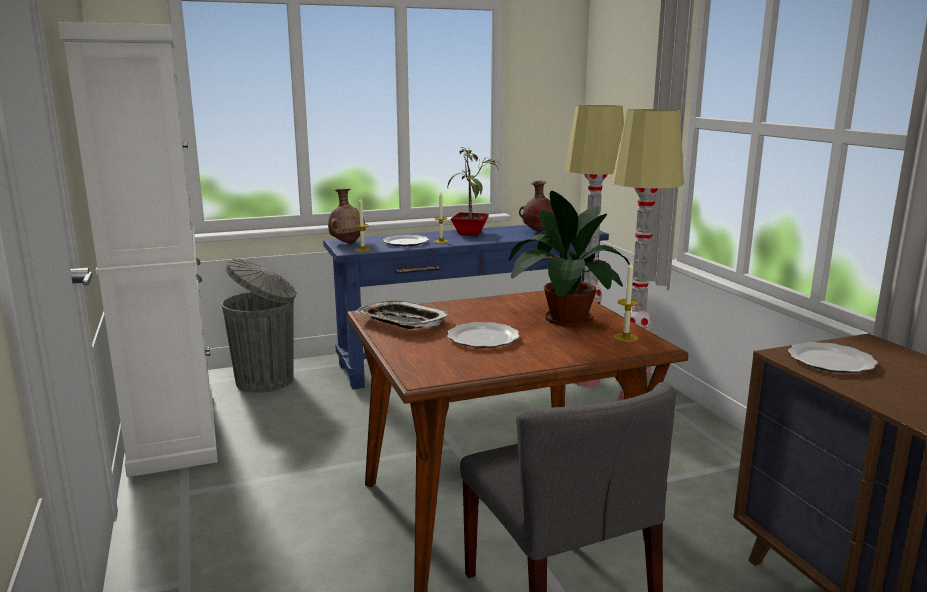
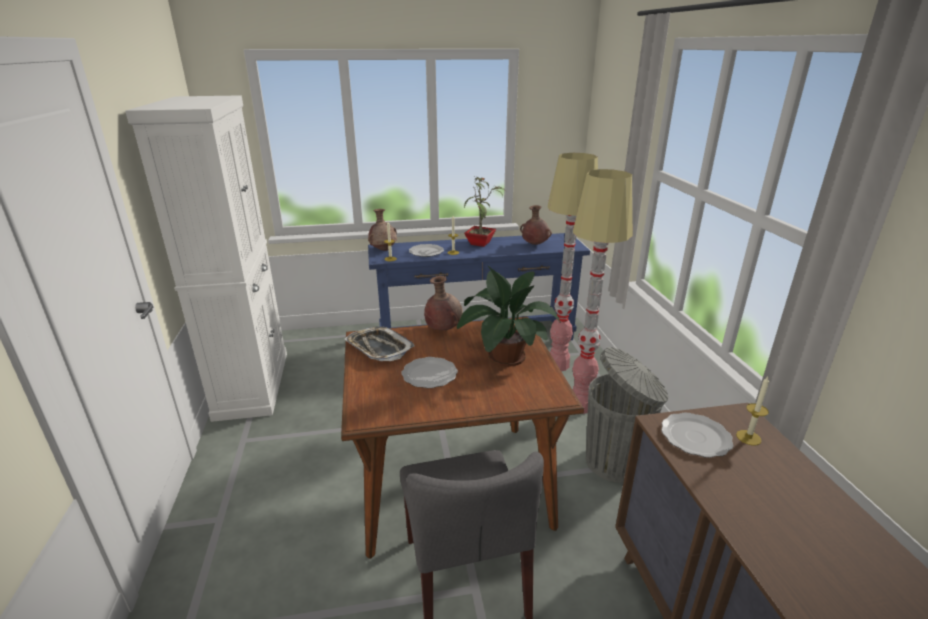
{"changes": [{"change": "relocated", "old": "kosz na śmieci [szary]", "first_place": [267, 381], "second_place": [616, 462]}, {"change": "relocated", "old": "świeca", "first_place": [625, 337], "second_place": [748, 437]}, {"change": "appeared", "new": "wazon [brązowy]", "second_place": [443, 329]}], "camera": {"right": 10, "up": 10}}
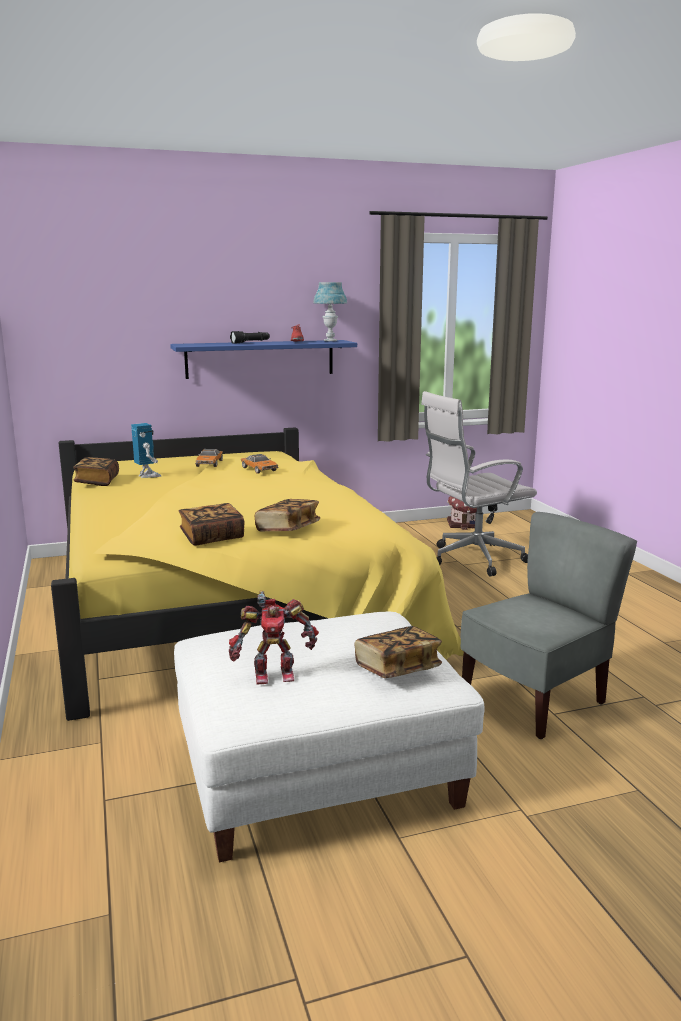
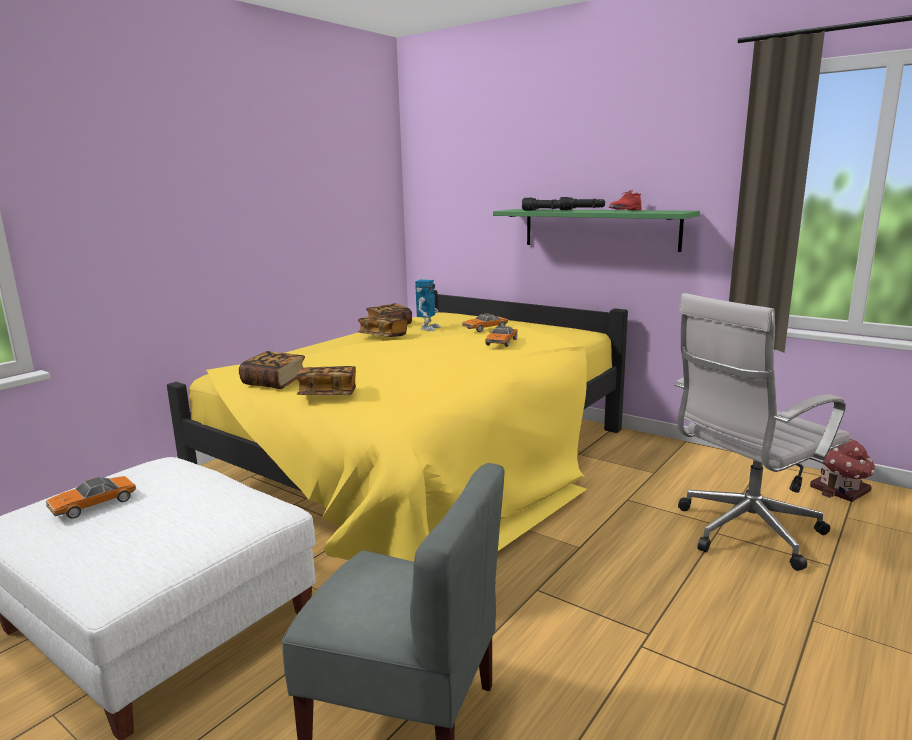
{"changes": [{"change": "missing", "old": "lampa stołowa [niebieski]", "first_place": [330, 341]}, {"change": "colour", "old": "półka [niebieski]", "new": "półka [zielony]", "first_place": [260, 359], "second_place": [599, 229]}, {"change": "spun", "old": "krzesło biurowe [biały]", "first_place": [472, 559], "second_place": [743, 533], "degrees": -60}, {"change": "exchanged", "old": "robot zabawkowy", "new": "samochodzik", "first_place": [273, 674], "second_place": [93, 504]}, {"change": "relocated", "old": "książka", "first_place": [397, 668], "second_place": [383, 336]}, {"change": "appeared", "new": "latarka [czarny]", "second_place": [543, 210]}], "camera": {"right": 55, "up": 0}}
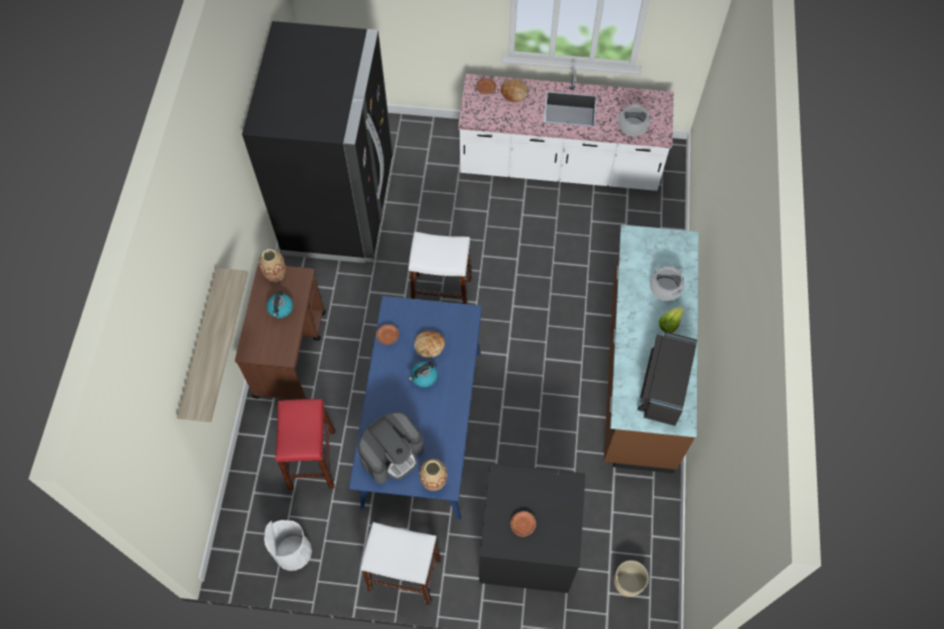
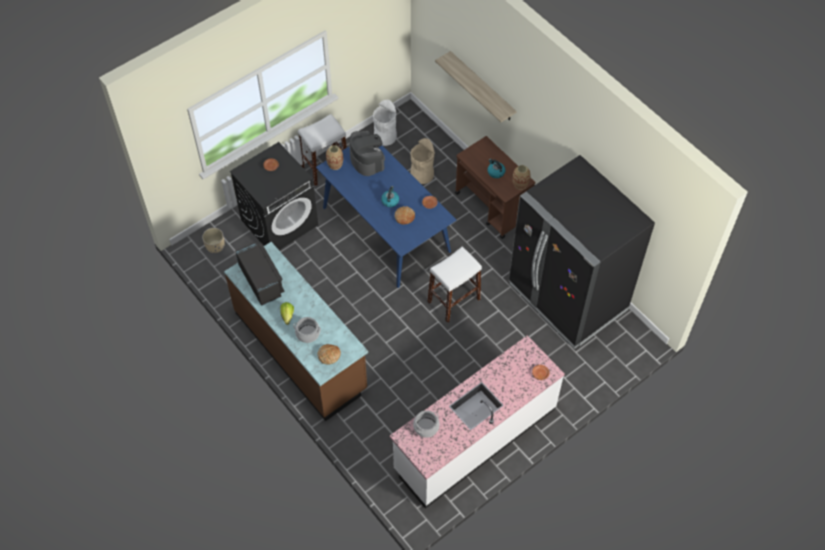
{"changes": [{"change": "relocated", "old": "chleb", "first_place": [514, 92], "second_place": [329, 355]}, {"change": "exchanged", "old": "stołek [czerwony]", "new": "kosz na śmieci [beżowy]", "first_place": [312, 459], "second_place": [422, 174]}, {"change": "spun", "old": "ekspres do kawy", "first_place": [392, 453], "second_place": [367, 159], "degrees": 150}], "camera": {"right": 135, "up": -5}}
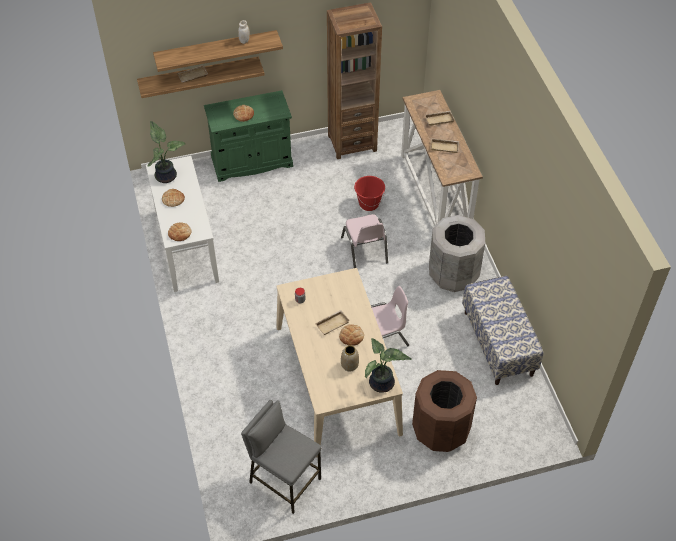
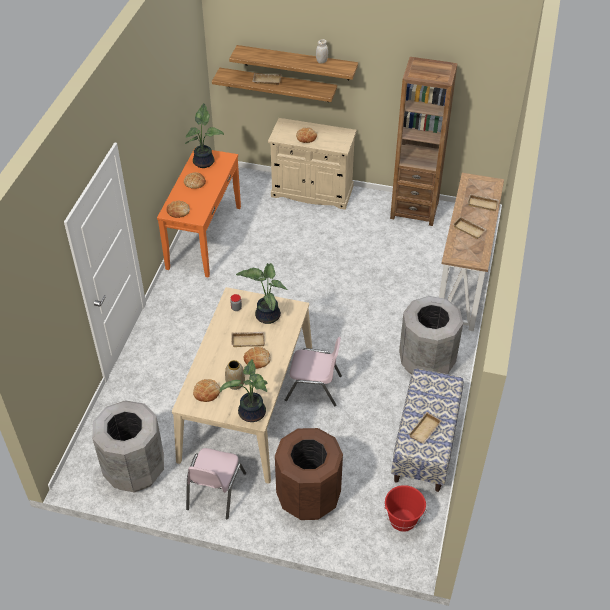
{"changes": [{"change": "colour", "old": "szafka [zielony]", "new": "szafka [beżowy]", "first_place": [252, 161], "second_place": [312, 192]}, {"change": "colour", "old": "stolik konsolowy [biały]", "new": "stolik konsolowy [pomarańczowy]", "first_place": [186, 246], "second_place": [204, 237]}, {"change": "relocated", "old": "wiadro [czerwony]", "first_place": [369, 204], "second_place": [402, 520]}, {"change": "relocated", "old": "krzesło [różowy]", "first_place": [364, 250], "second_place": [215, 491]}, {"change": "exchanged", "old": "stołek [szary]", "new": "kosz na śmieci [szary]", "first_place": [284, 480], "second_place": [134, 469]}, {"change": "appeared", "new": "roślina doniczkowa", "second_place": [266, 315]}, {"change": "appeared", "new": "chleb", "second_place": [206, 392]}, {"change": "appeared", "new": "taca [beżowy]", "second_place": [425, 431]}], "camera": {"right": 30, "up": -5}}
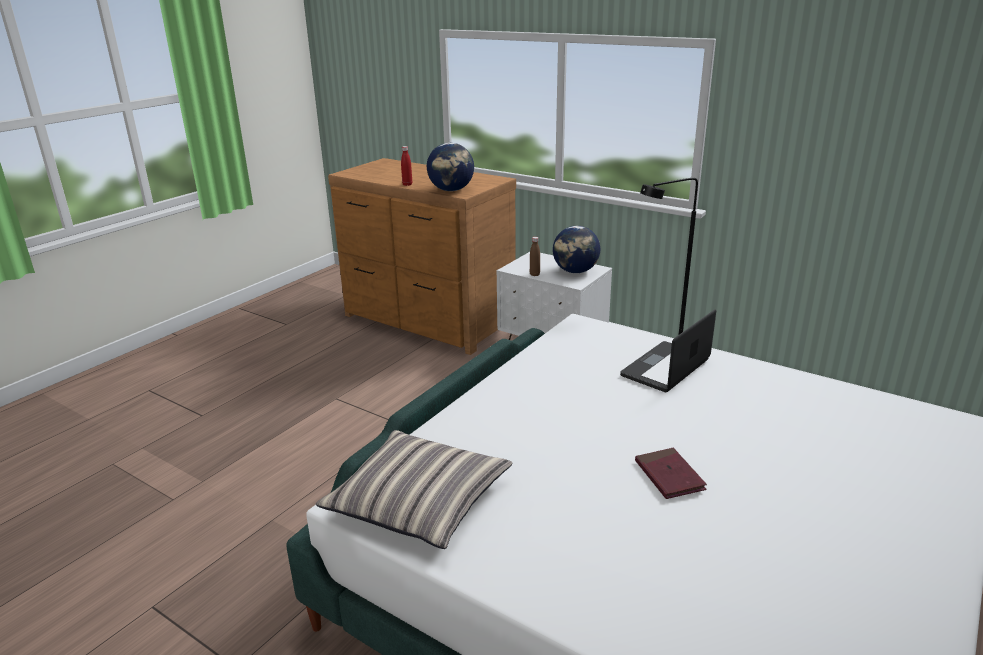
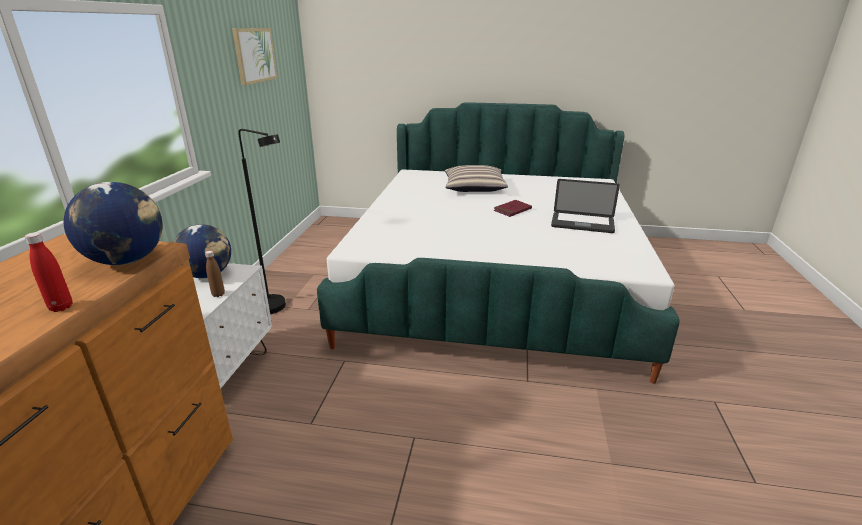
{"changes": [{"change": "relocated", "old": "laptop", "first_place": [665, 368], "second_place": [582, 224]}, {"change": "relocated", "old": "poduszka", "first_place": [419, 501], "second_place": [474, 187]}, {"change": "appeared", "new": "obraz", "second_place": [254, 55]}], "camera": {"right": -115, "up": 0}}
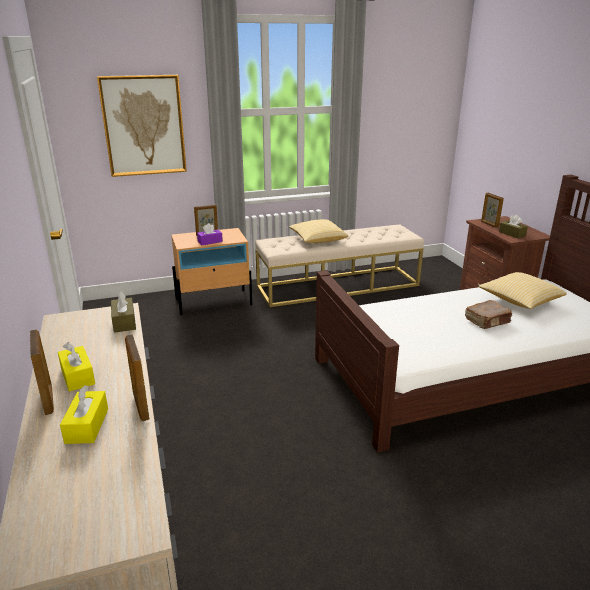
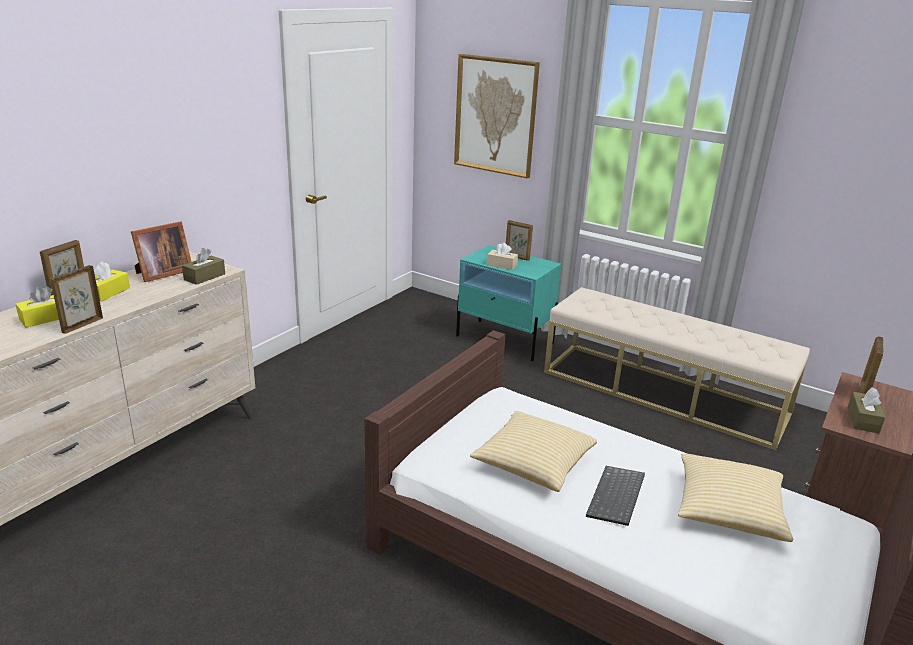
{"changes": [{"change": "relocated", "old": "poduszka", "first_place": [317, 240], "second_place": [533, 464]}, {"change": "colour", "old": "pudełko chusteczek [fioletowy]", "new": "pudełko chusteczek [beżowy]", "first_place": [210, 242], "second_place": [501, 265]}, {"change": "colour", "old": "szafka nocna [beżowy]", "new": "szafka nocna [turkusowy]", "first_place": [214, 302], "second_place": [505, 340]}, {"change": "exchanged", "old": "książka [brązowy]", "new": "klawiatura", "first_place": [487, 321], "second_place": [617, 498]}, {"change": "appeared", "new": "ramka na zdjęcie", "second_place": [162, 273]}], "camera": {"right": 50, "up": 0}}
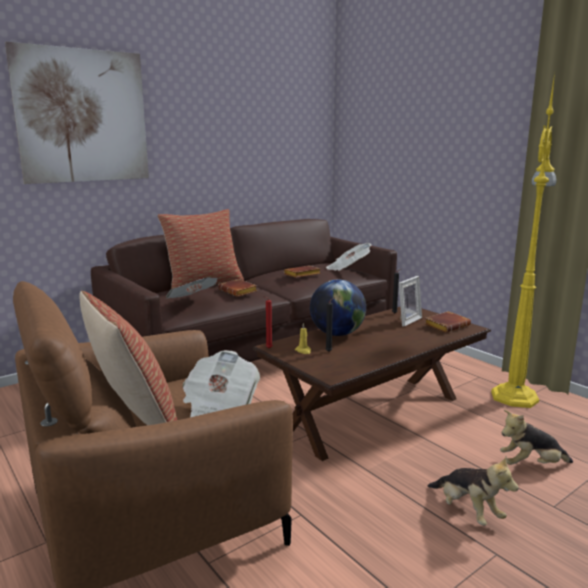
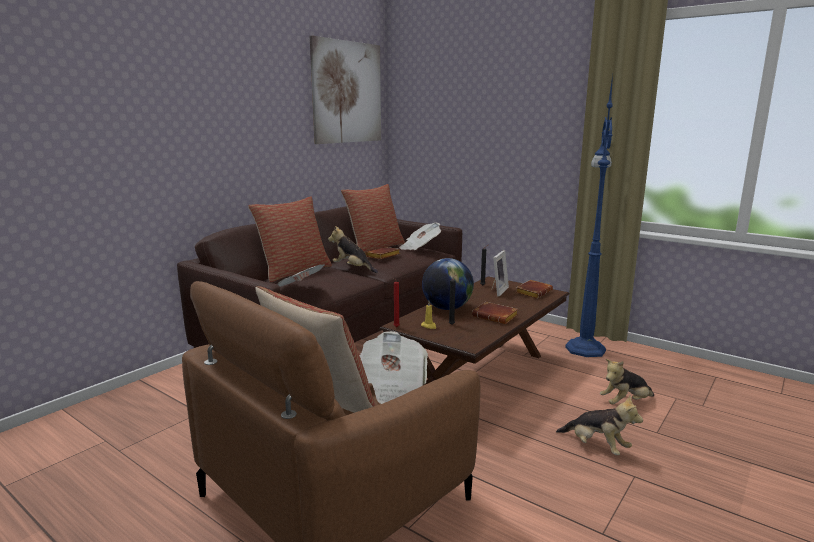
{"changes": [{"change": "relocated", "old": "obraz", "first_place": [83, 116], "second_place": [347, 92]}, {"change": "colour", "old": "lampa stojąca [żółty]", "new": "lampa stojąca [niebieski]", "first_place": [515, 396], "second_place": [585, 348]}, {"change": "relocated", "old": "książka [brązowy]", "first_place": [239, 291], "second_place": [496, 317]}, {"change": "appeared", "new": "poduszka", "second_place": [374, 248]}, {"change": "appeared", "new": "pluszak", "second_place": [352, 268]}], "camera": {"right": -15, "up": 0}}
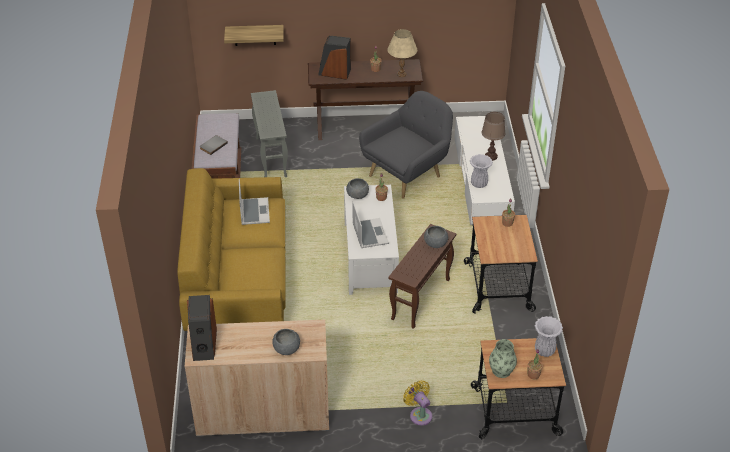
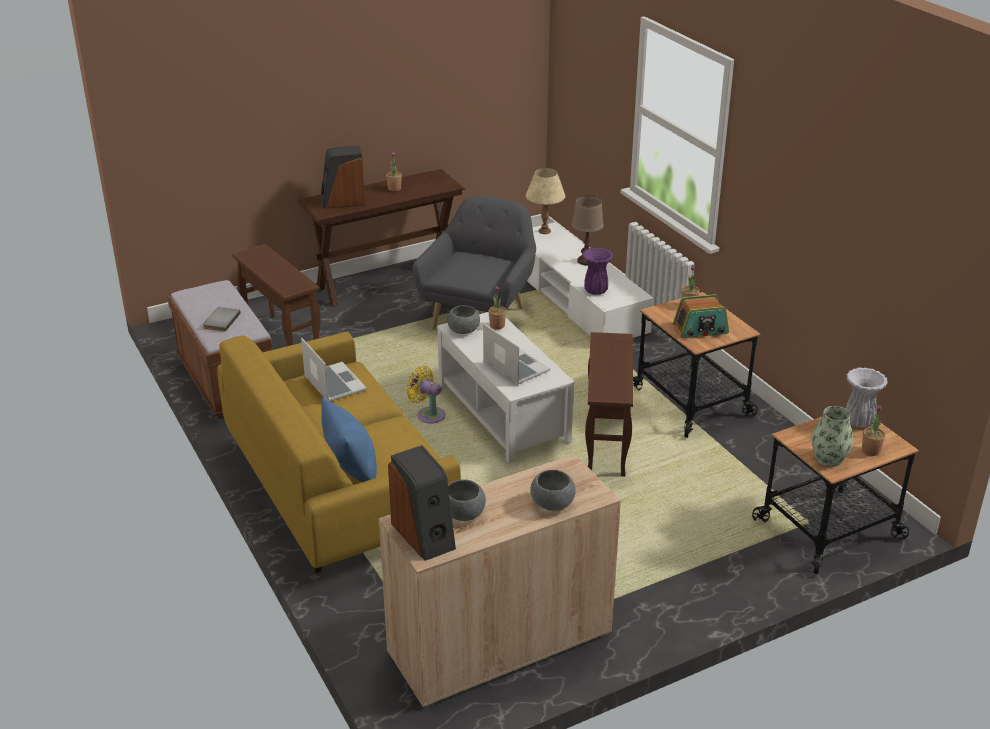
{"changes": [{"change": "missing", "old": "półka", "first_place": [255, 35]}, {"change": "relocated", "old": "lampa stołowa [beżowy]", "first_place": [401, 74], "second_place": [544, 231]}, {"change": "colour", "old": "stolik [szary]", "new": "stolik [brązowy]", "first_place": [271, 157], "second_place": [282, 340]}, {"change": "colour", "old": "wazon [biały]", "new": "wazon [fioletowy]", "first_place": [478, 184], "second_place": [595, 291]}, {"change": "relocated", "old": "miska [szary]", "first_place": [435, 243], "second_place": [463, 514]}, {"change": "relocated", "old": "wentylator [żółty]", "first_place": [419, 414], "second_place": [428, 415]}, {"change": "appeared", "new": "radio", "second_place": [700, 329]}, {"change": "appeared", "new": "poduszka [niebieski]", "second_place": [352, 468]}], "camera": {"right": -25, "up": -10}}
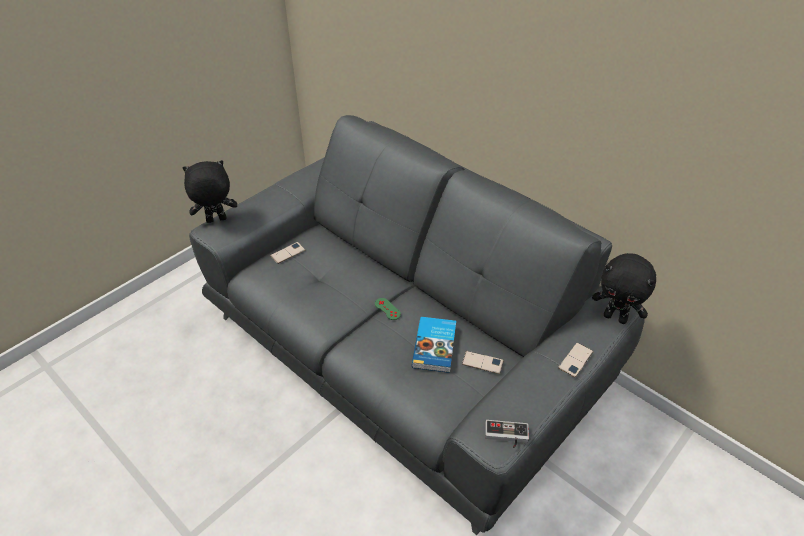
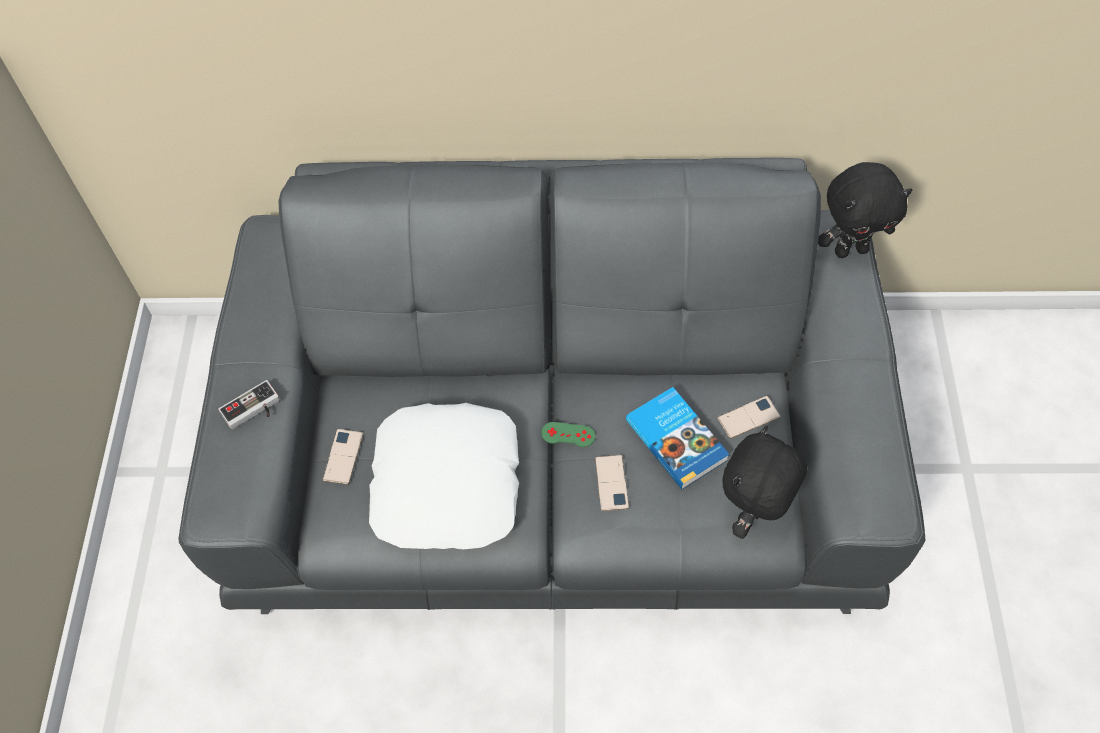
{"changes": [{"change": "relocated", "old": "pluszak [czarny]", "first_place": [216, 220], "second_place": [753, 514]}, {"change": "relocated", "old": "telefon", "first_place": [575, 360], "second_place": [611, 483]}, {"change": "relocated", "old": "pad do gier", "first_place": [506, 436], "second_place": [253, 410]}, {"change": "appeared", "new": "poduszka [biały]", "second_place": [448, 483]}], "camera": {"right": -40, "up": 15}}
